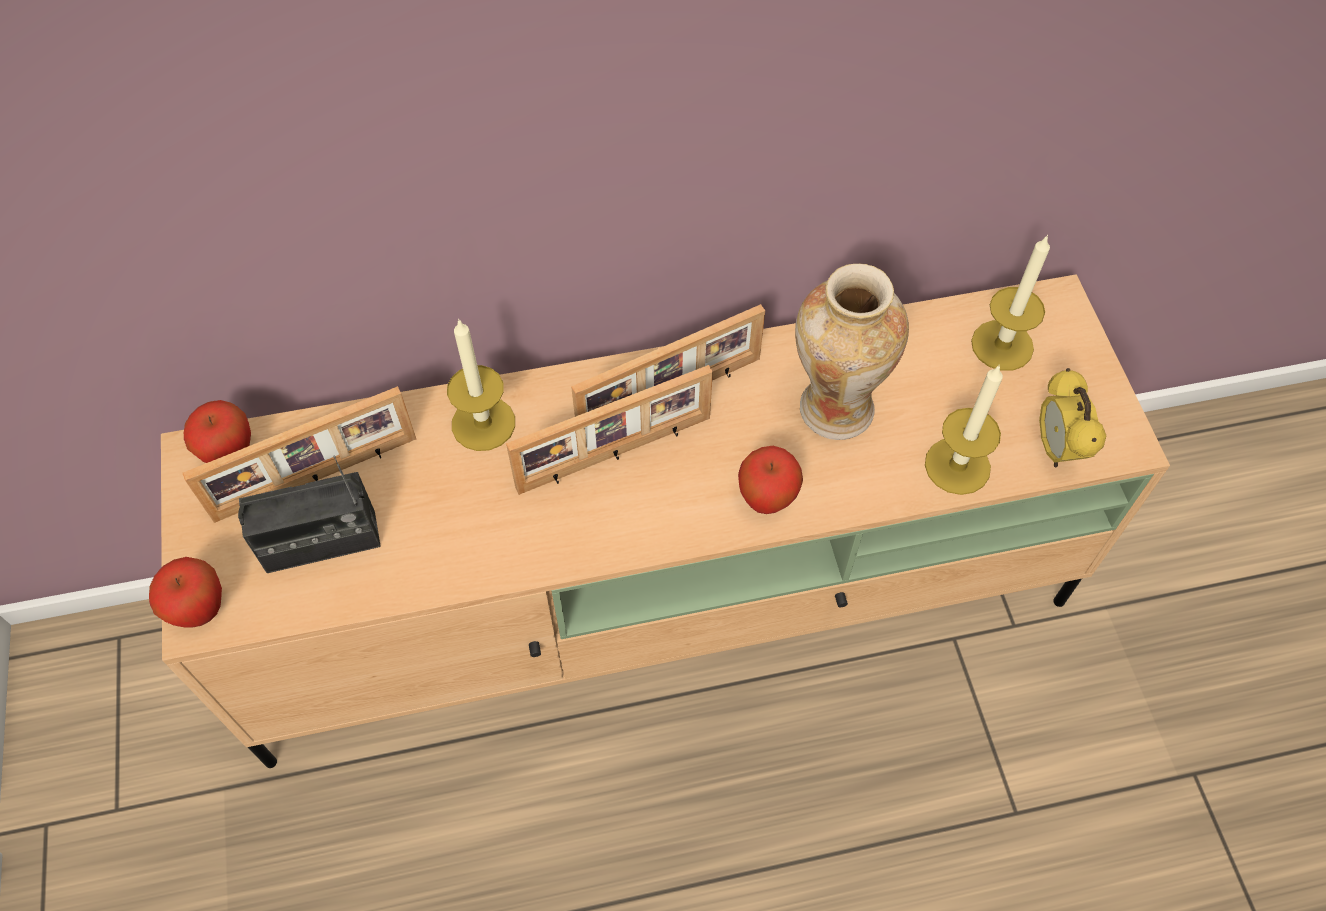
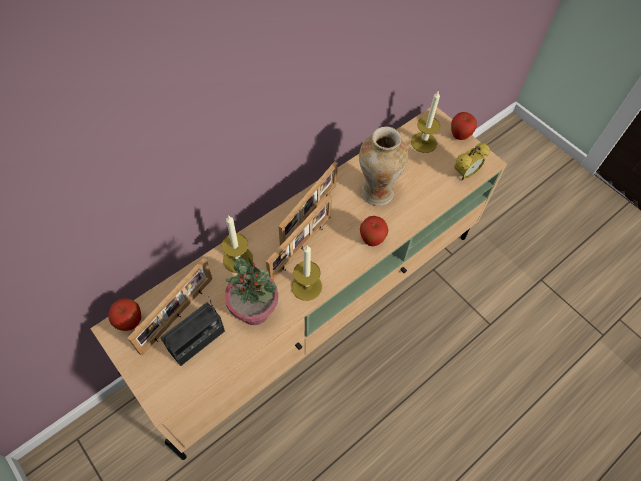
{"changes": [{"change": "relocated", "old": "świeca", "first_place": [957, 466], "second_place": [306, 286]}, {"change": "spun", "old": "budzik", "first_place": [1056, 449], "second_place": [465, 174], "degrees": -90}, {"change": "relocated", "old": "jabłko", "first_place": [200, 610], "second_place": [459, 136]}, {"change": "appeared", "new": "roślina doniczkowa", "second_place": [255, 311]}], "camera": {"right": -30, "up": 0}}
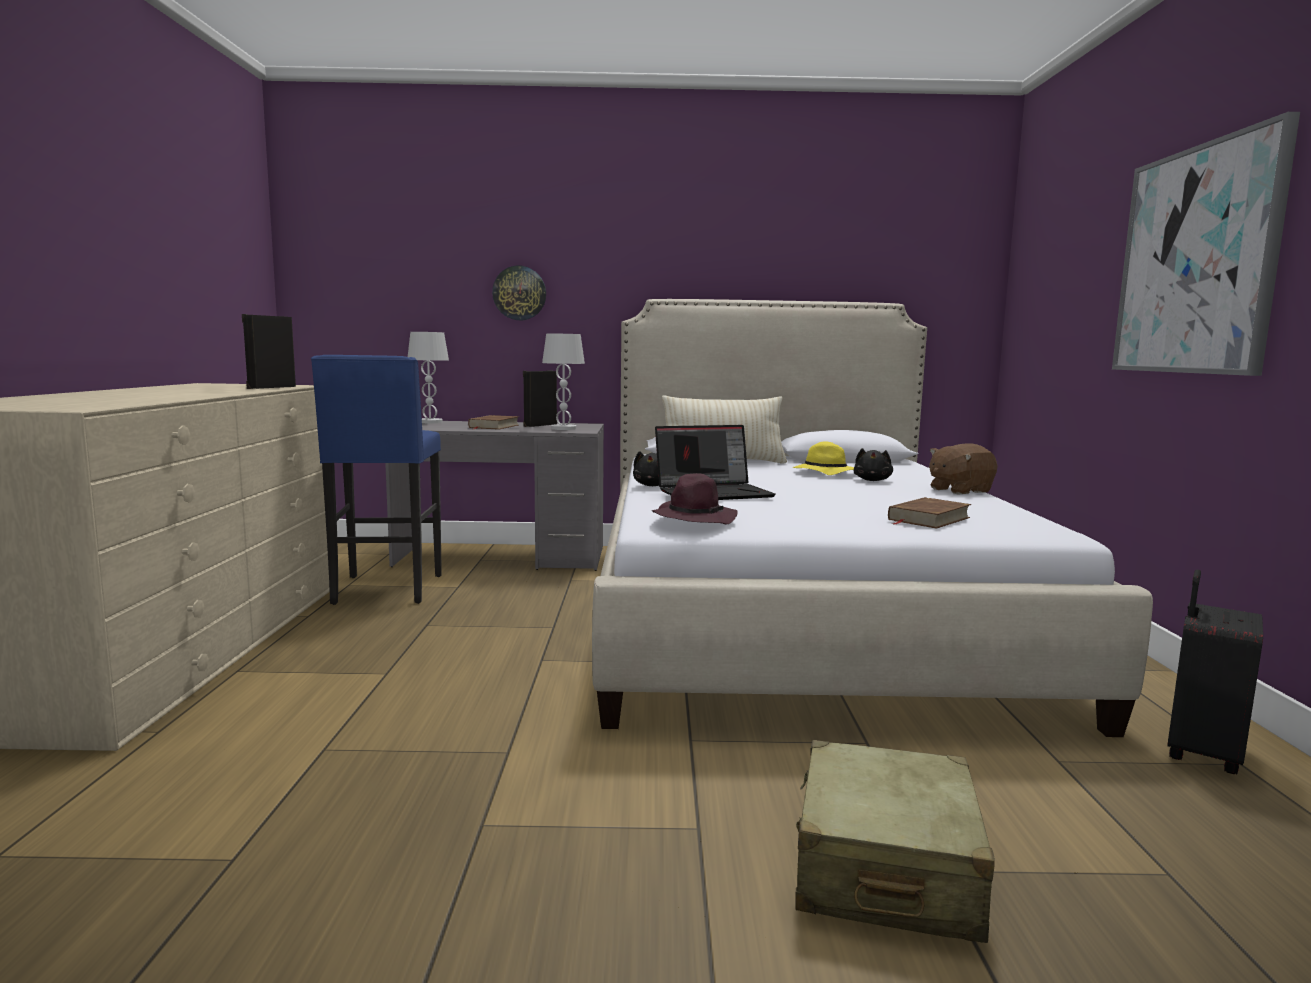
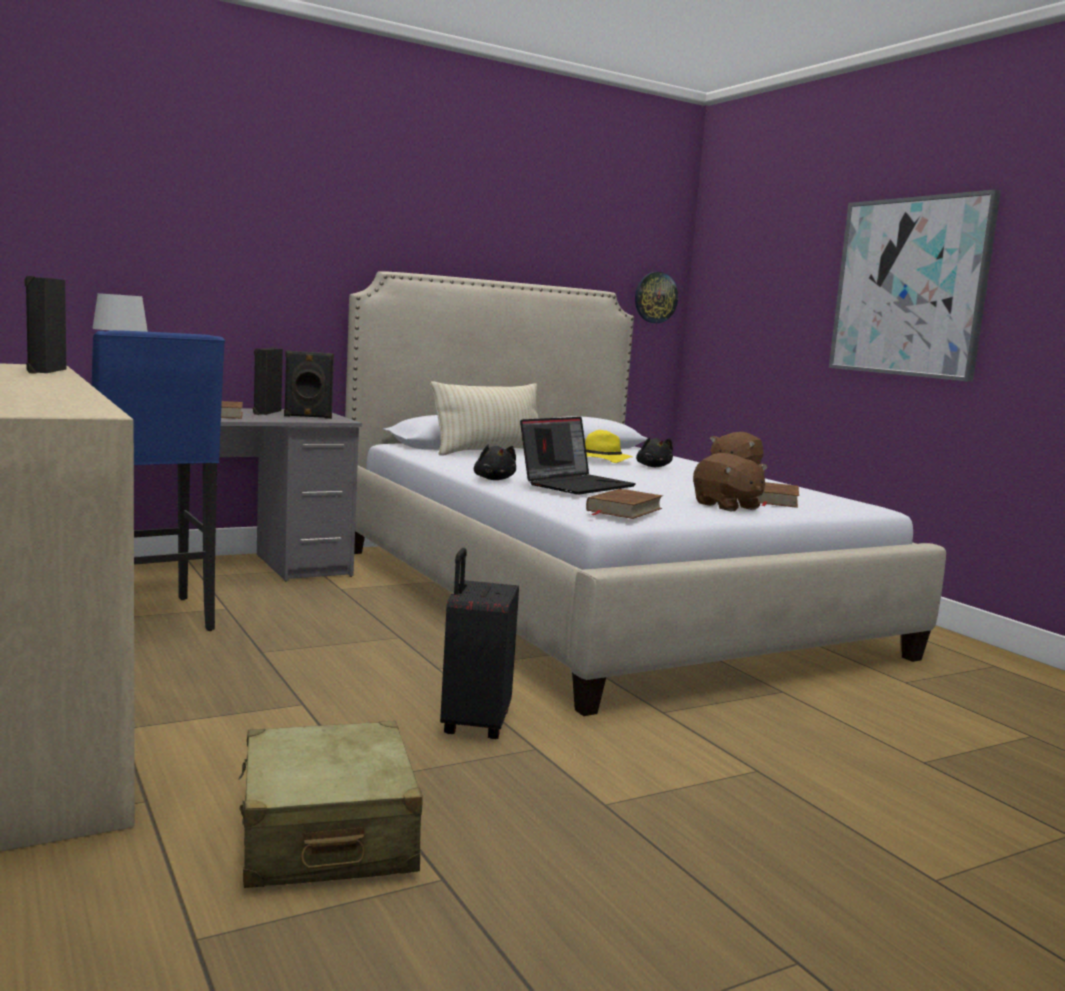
{"changes": [{"change": "relocated", "old": "zegar ścienny", "first_place": [519, 293], "second_place": [655, 297]}, {"change": "exchanged", "old": "lampa stołowa [biały]", "new": "głośnik [czarny]", "first_place": [563, 428], "second_place": [308, 417]}, {"change": "exchanged", "old": "kapelusz [fioletowy]", "new": "książka [brązowy]", "first_place": [694, 518], "second_place": [623, 510]}, {"change": "relocated", "old": "walizka [czarny]", "first_place": [1200, 753], "second_place": [473, 724]}, {"change": "relocated", "old": "walizka [beżowy]", "first_place": [885, 868], "second_place": [326, 835]}, {"change": "appeared", "new": "pluszak [brązowy]", "second_place": [726, 506]}], "camera": {"right": -30, "up": 0}}
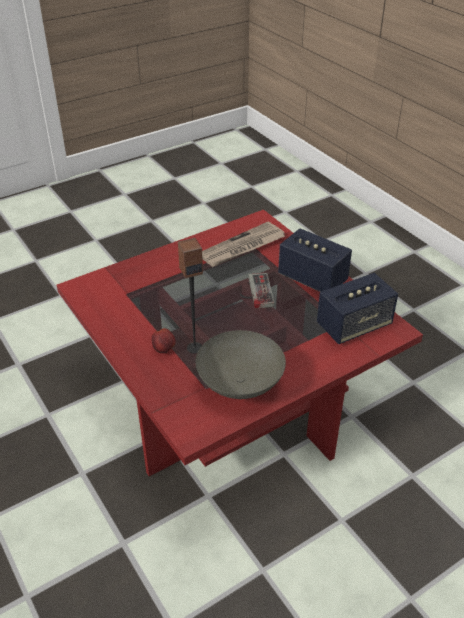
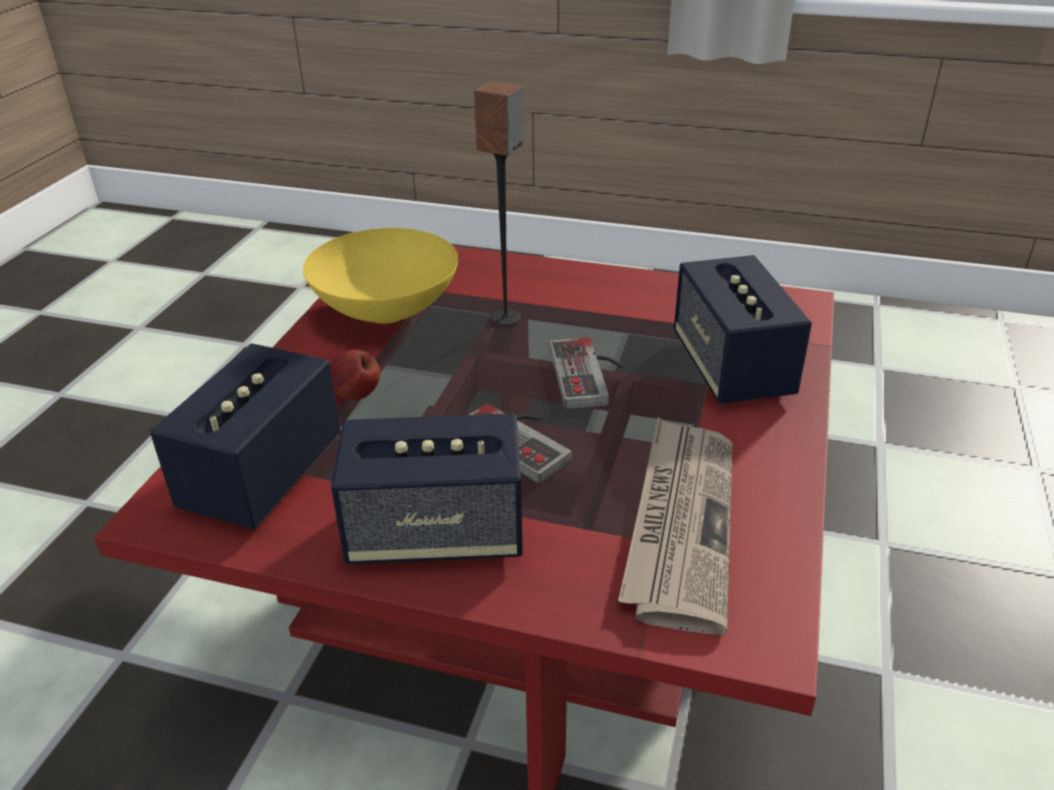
{"changes": [{"change": "relocated", "old": "jabłko", "first_place": [164, 350], "second_place": [356, 395]}, {"change": "colour", "old": "miska [szary]", "new": "miska [żółty]", "first_place": [239, 384], "second_place": [387, 310]}, {"change": "appeared", "new": "głośnik", "second_place": [731, 368]}, {"change": "appeared", "new": "pad do gier", "second_place": [590, 374]}], "camera": {"right": 140, "up": -5}}
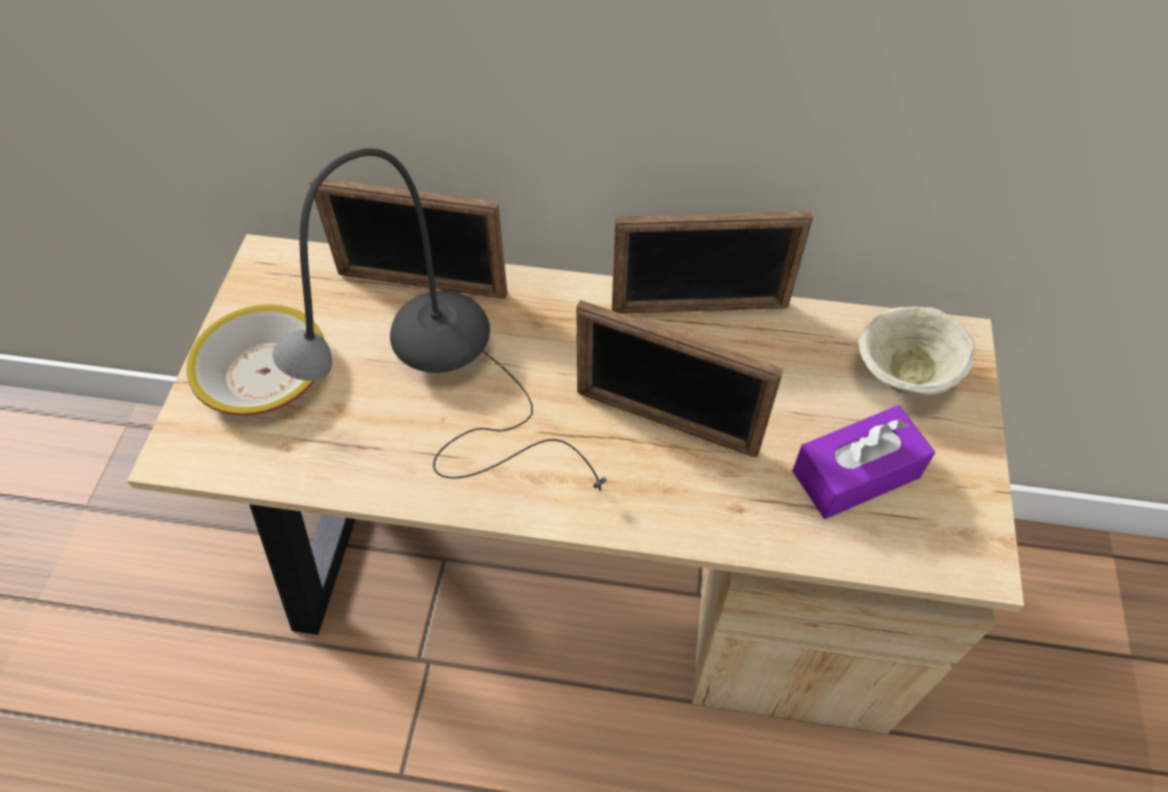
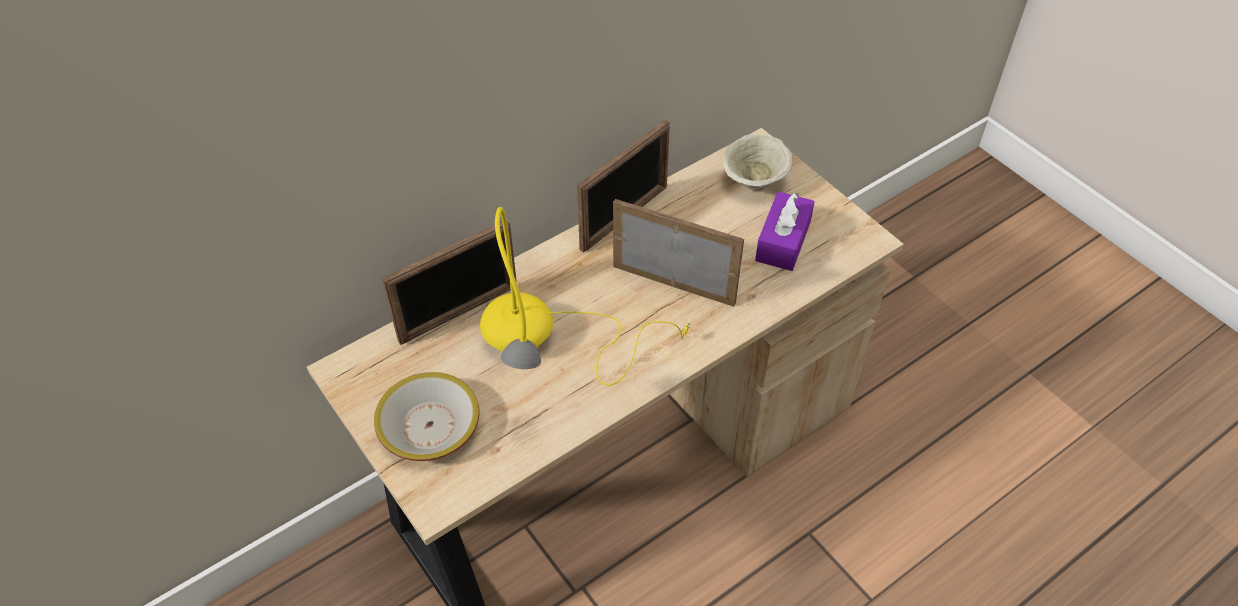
{"changes": [{"change": "colour", "old": "lampa stołowa [szary]", "new": "lampa stołowa [żółty]", "first_place": [447, 399], "second_place": [552, 358]}, {"change": "spun", "old": "ramka na zdjęcie", "first_place": [666, 422], "second_place": [674, 284], "degrees": -135}], "camera": {"right": -45, "up": -5}}
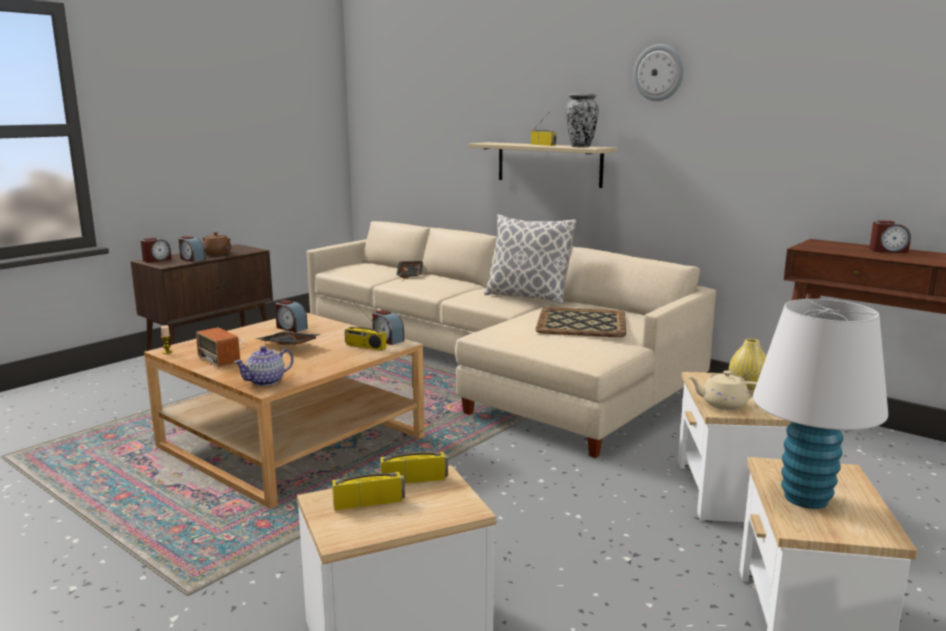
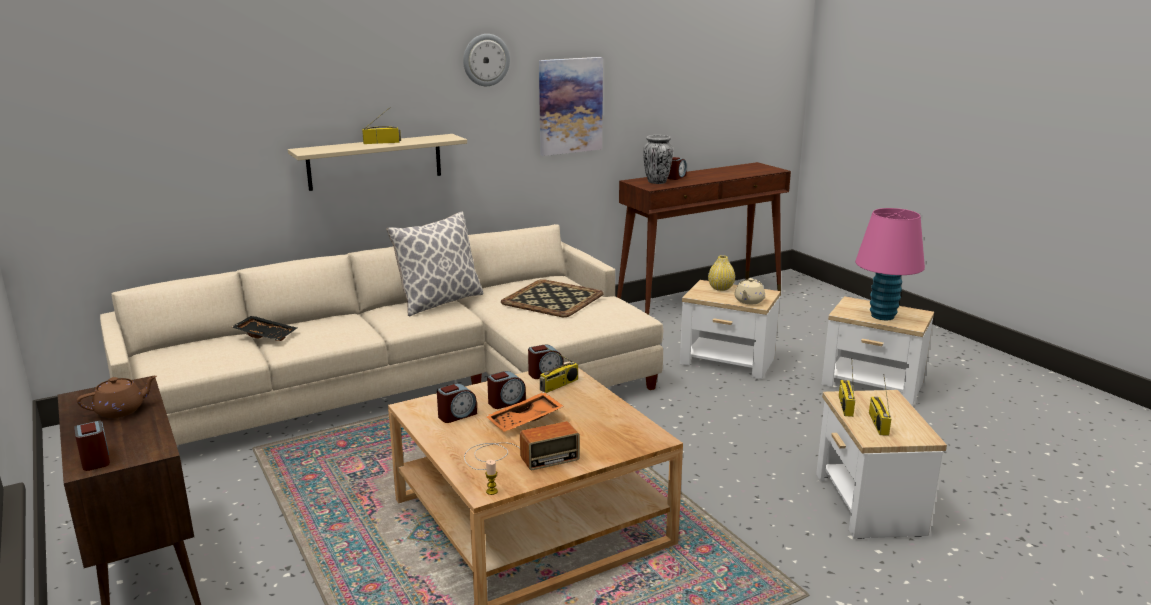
{"changes": [{"change": "relocated", "old": "wazon", "first_place": [581, 146], "second_place": [657, 182]}, {"change": "relocated", "old": "budzik", "first_place": [192, 259], "second_place": [506, 402]}, {"change": "colour", "old": "lampa stołowa [biały]", "new": "lampa stołowa [różowy]", "first_place": [805, 498], "second_place": [882, 316]}, {"change": "colour", "old": "taca [czarny]", "new": "taca [pomarańczowy]", "first_place": [287, 346], "second_place": [525, 421]}, {"change": "missing", "old": "imbryk", "first_place": [266, 381]}, {"change": "appeared", "new": "obraz", "second_place": [570, 106]}], "camera": {"right": -70, "up": 5}}
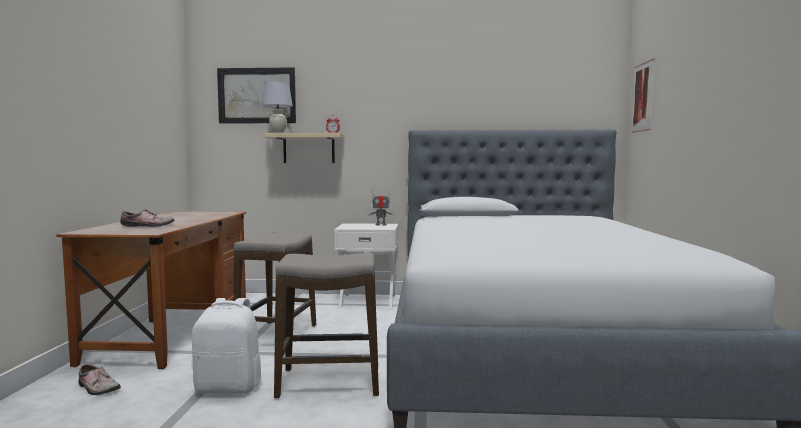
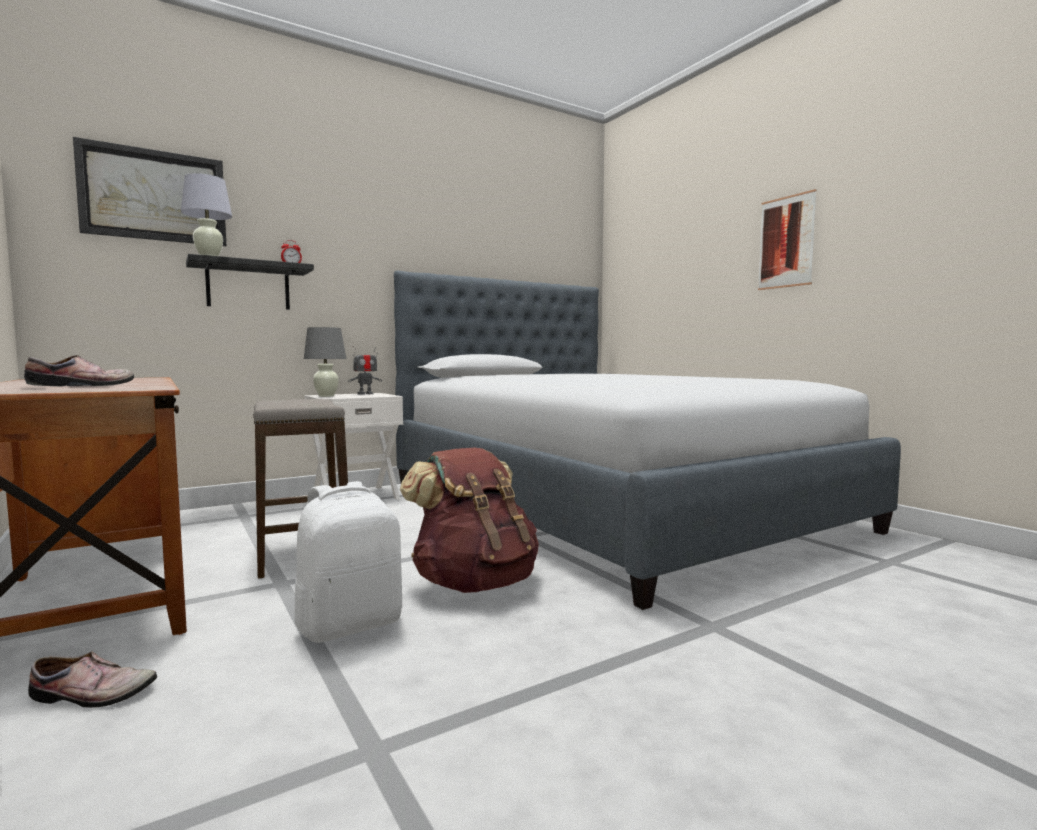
{"changes": [{"change": "relocated", "old": "obraz", "first_place": [643, 97], "second_place": [786, 242]}, {"change": "colour", "old": "półka [beżowy]", "new": "półka [czarny]", "first_place": [309, 148], "second_place": [248, 286]}, {"change": "exchanged", "old": "stołek", "new": "plecak [brązowy]", "first_place": [329, 382], "second_place": [474, 583]}, {"change": "appeared", "new": "lampa stołowa [szary]", "second_place": [326, 396]}], "camera": {"right": -35, "up": 0}}
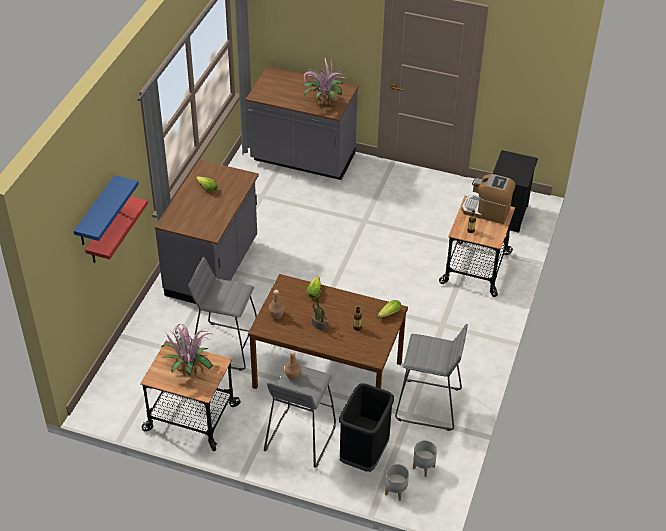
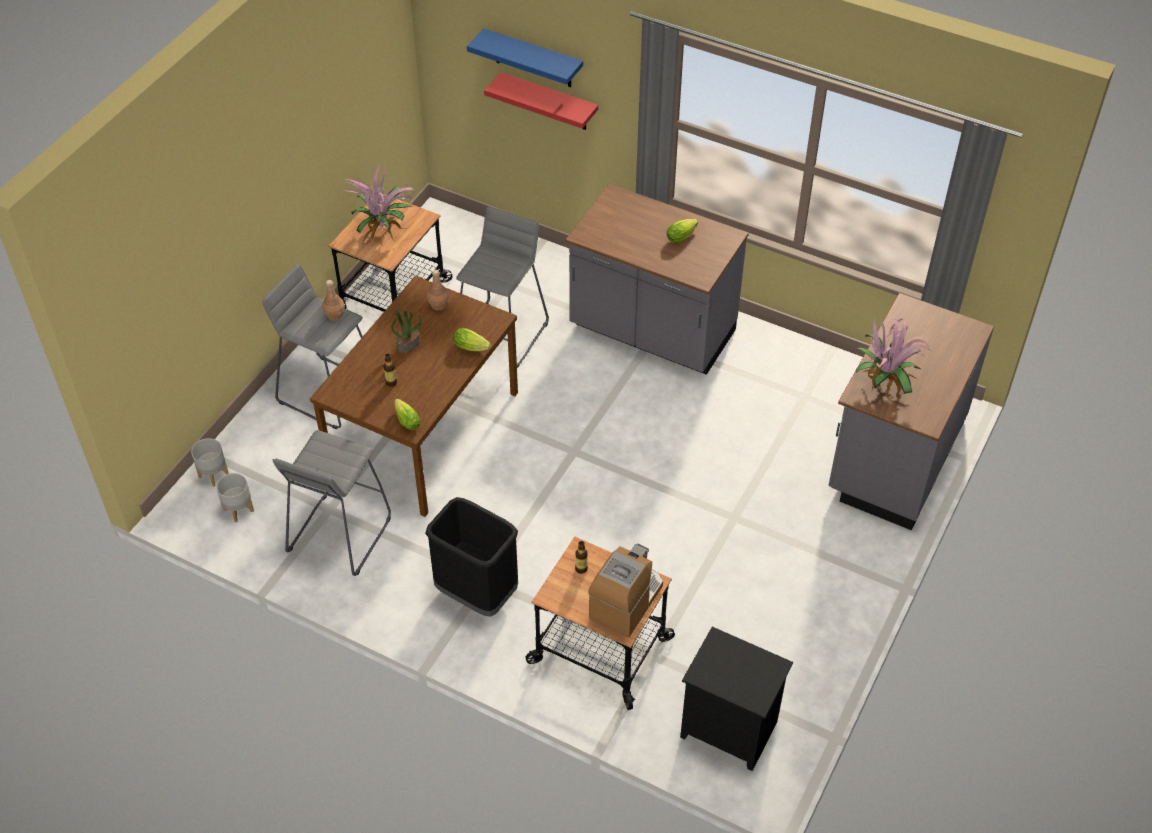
{"changes": [{"change": "relocated", "old": "kosz na śmieci [czarny]", "first_place": [364, 455], "second_place": [476, 593]}], "camera": {"right": 100, "up": 5}}
